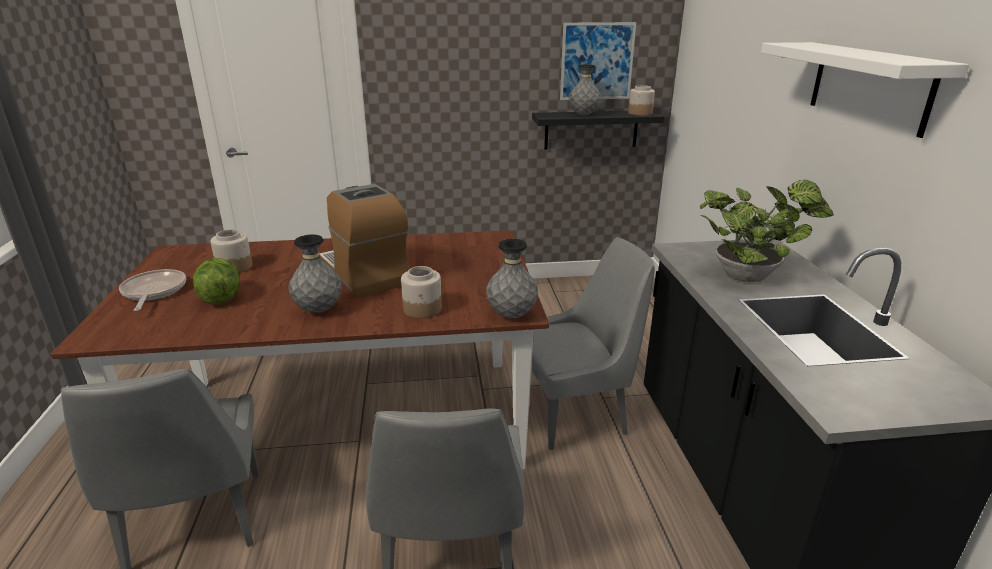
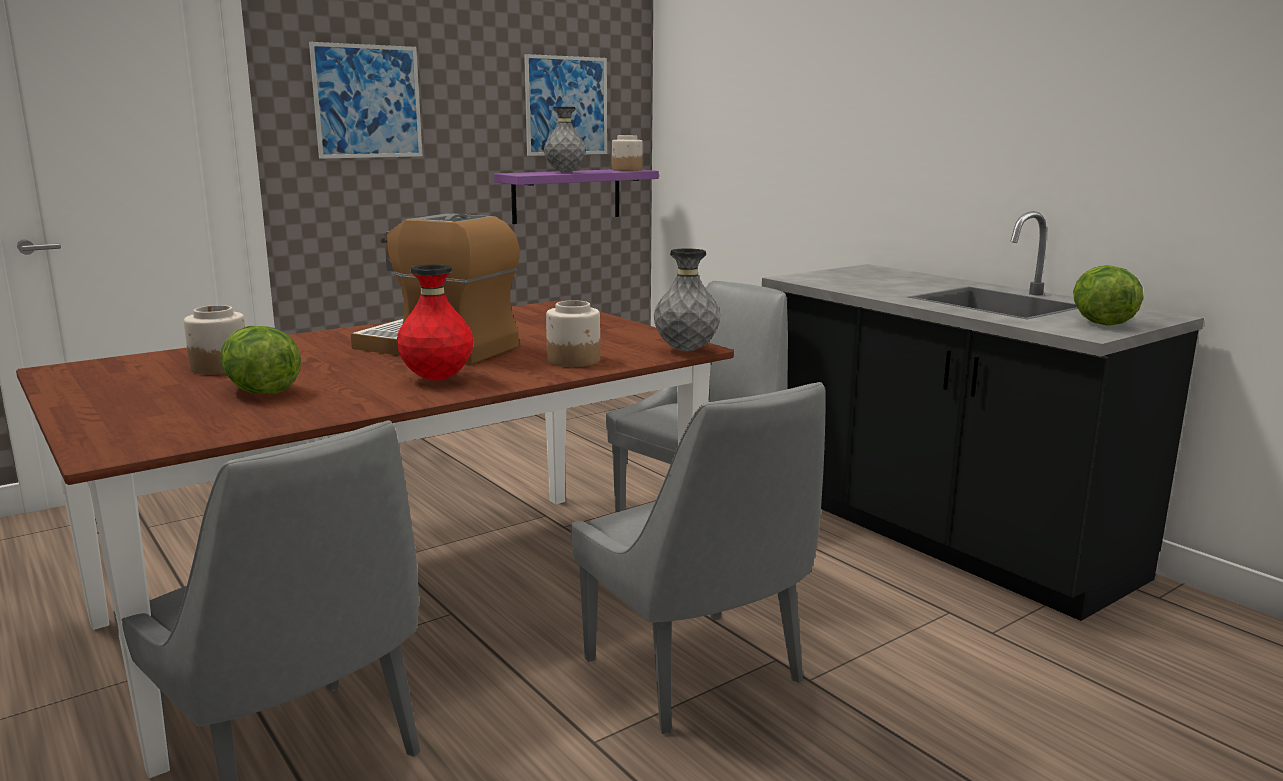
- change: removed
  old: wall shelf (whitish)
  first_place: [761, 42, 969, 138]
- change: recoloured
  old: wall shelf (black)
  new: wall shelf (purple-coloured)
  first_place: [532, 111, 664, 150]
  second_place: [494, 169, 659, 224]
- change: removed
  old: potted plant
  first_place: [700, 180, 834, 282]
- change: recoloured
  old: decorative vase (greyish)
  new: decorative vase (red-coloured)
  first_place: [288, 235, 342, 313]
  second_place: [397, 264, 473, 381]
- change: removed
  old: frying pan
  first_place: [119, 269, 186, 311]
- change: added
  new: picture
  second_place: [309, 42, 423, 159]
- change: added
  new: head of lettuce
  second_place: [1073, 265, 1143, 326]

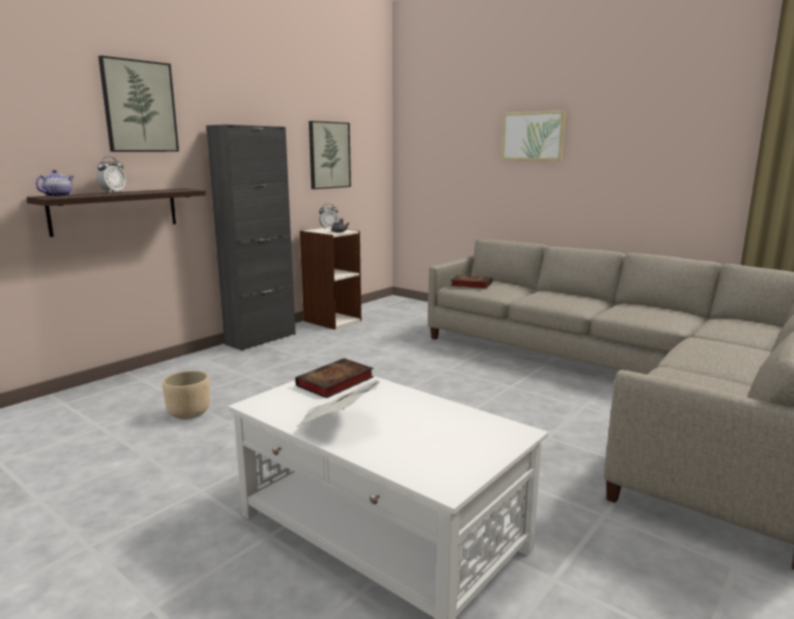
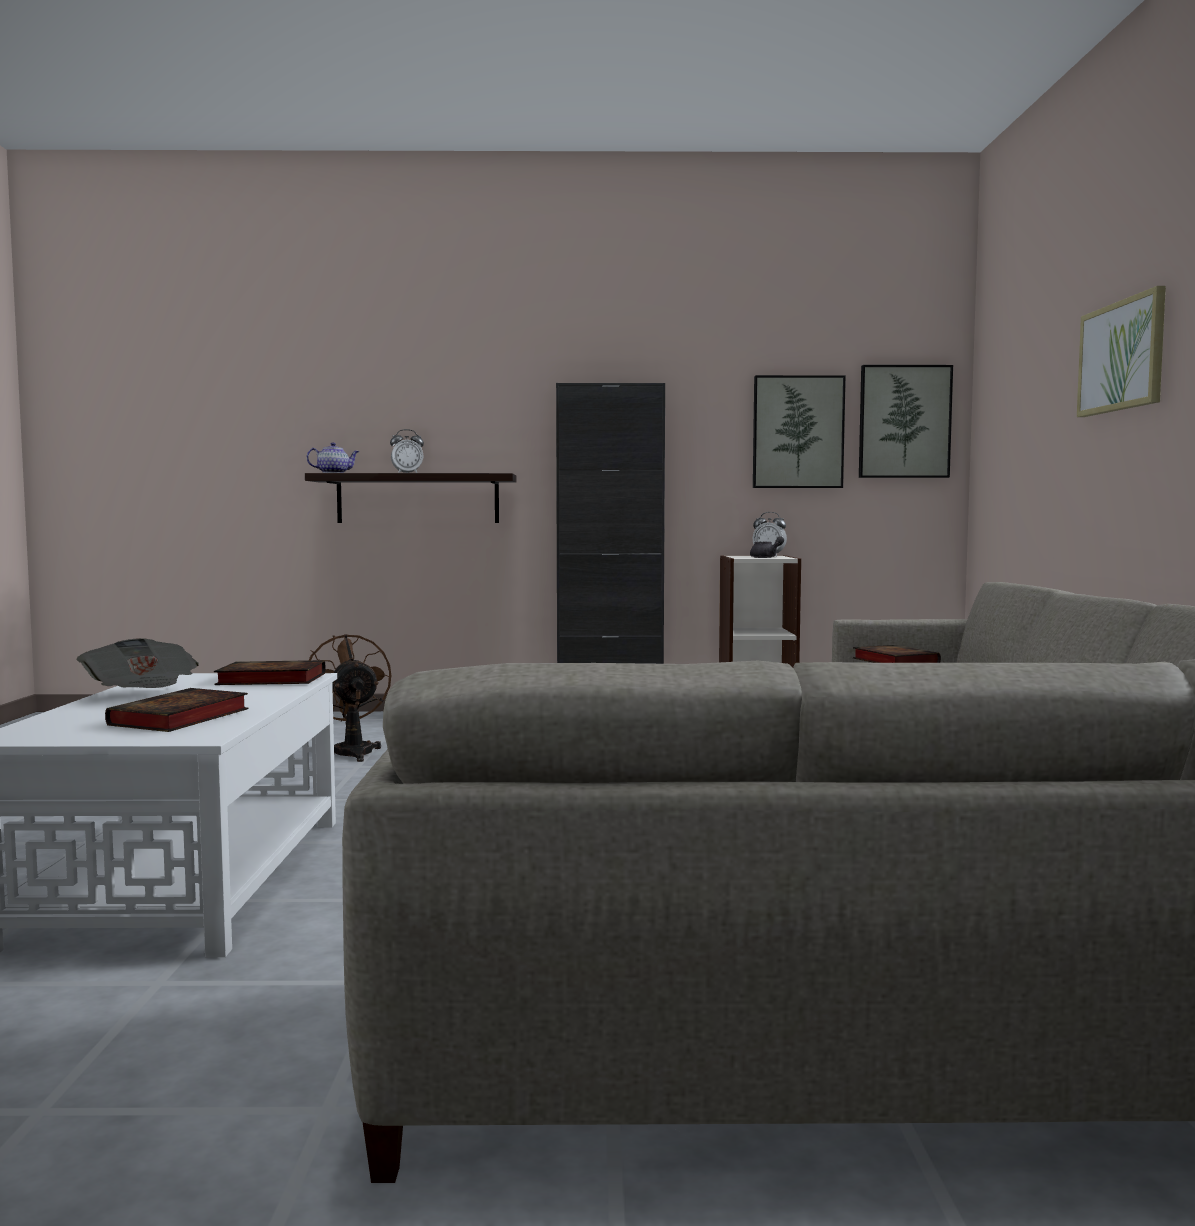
- change: moved
  old: picture
  first_place: [98, 56, 179, 152]
  second_place: [859, 365, 953, 478]
- change: replaced
  old: planter (beige-coloured)
  new: cooling fan (brown-coloured)
  first_place: [162, 370, 210, 419]
  second_place: [309, 634, 391, 762]
- change: added
  new: book
  second_place: [105, 688, 248, 732]

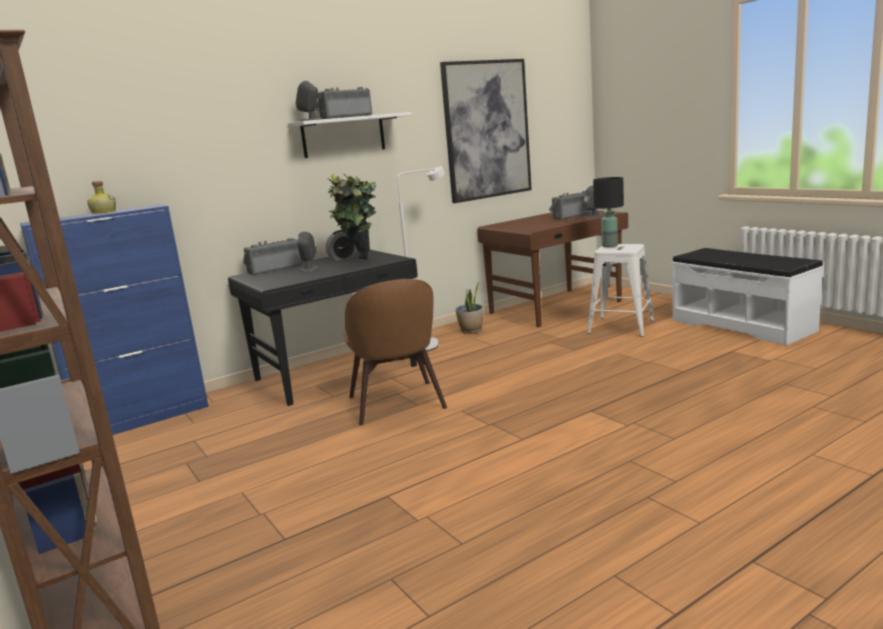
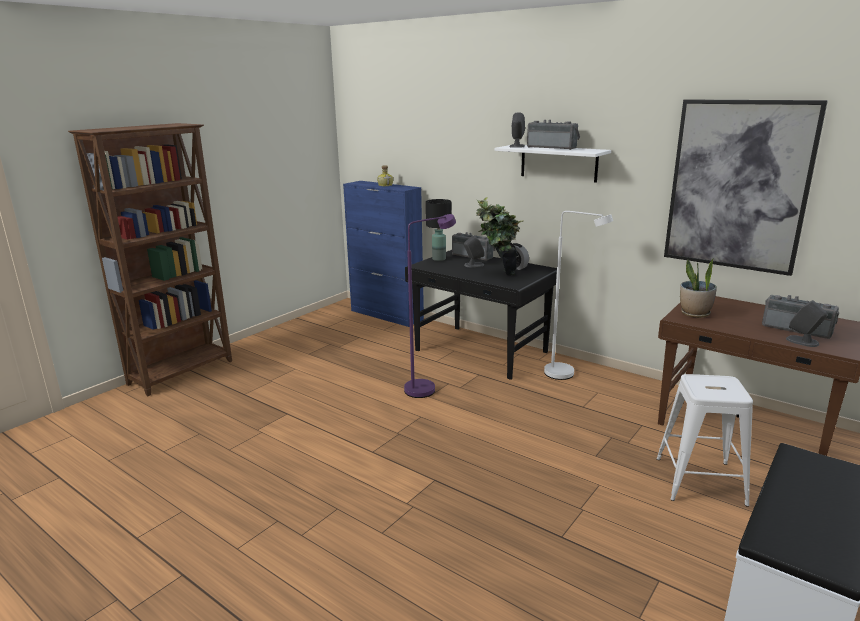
- change: moved
  old: table lamp (black)
  first_place: [593, 177, 624, 247]
  second_place: [426, 199, 451, 261]
- change: replaced
  old: upright chair (brown-coloured)
  new: floor lamp (purple-coloured)
  first_place: [343, 279, 447, 425]
  second_place: [404, 214, 456, 398]
- change: moved
  old: potted plant
  first_place: [456, 281, 483, 334]
  second_place: [680, 258, 717, 318]

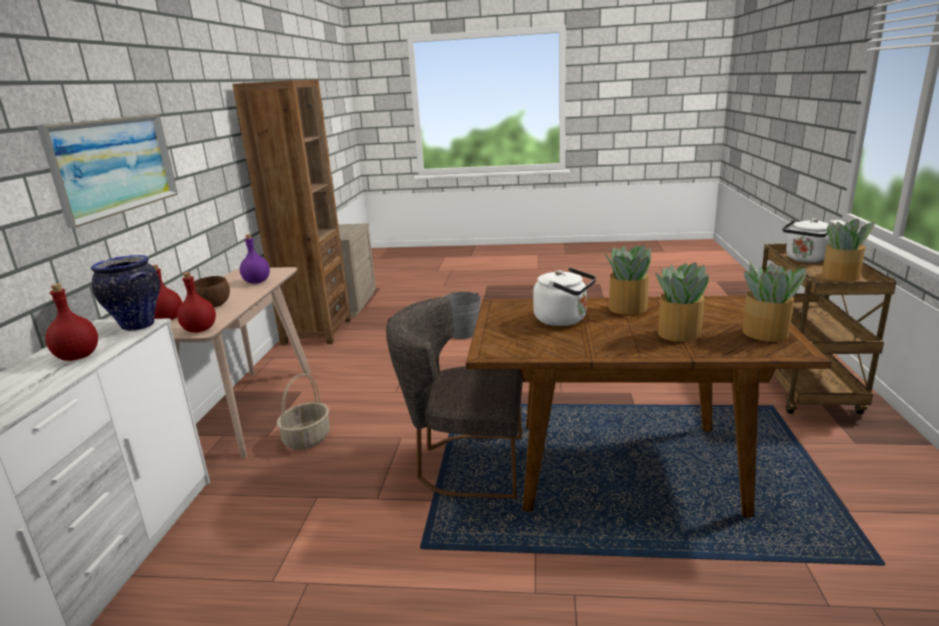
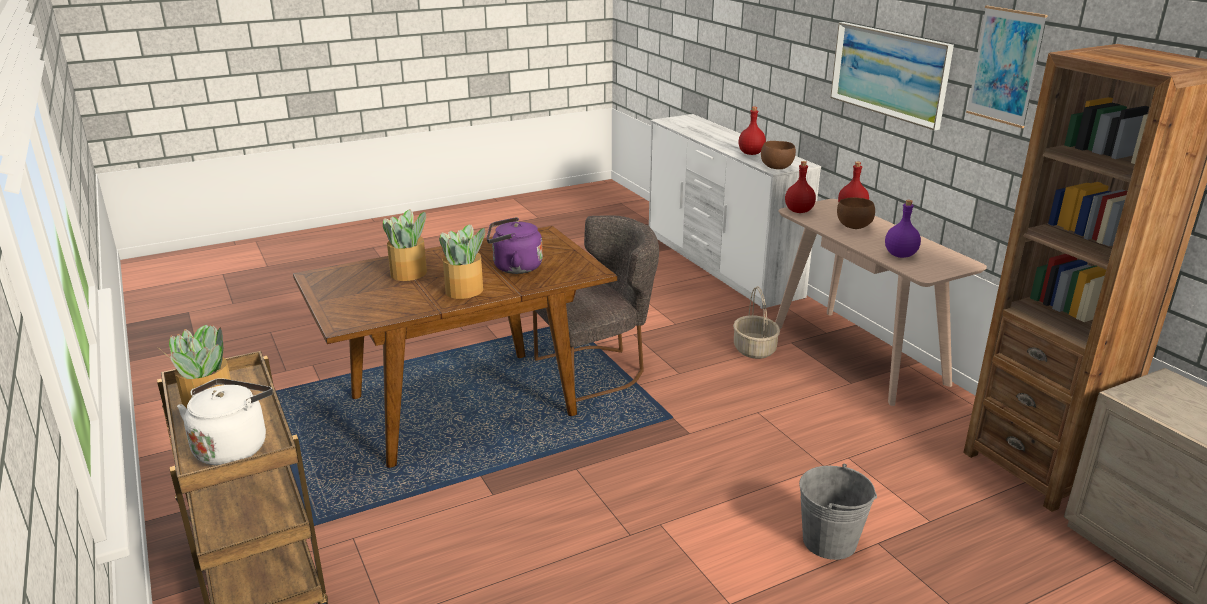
- change: replaced
  old: decorative vase
  new: serving bowl (brown-coloured)
  first_place: [91, 255, 160, 331]
  second_place: [761, 141, 796, 169]
- change: removed
  old: potted plant
  first_place: [743, 262, 806, 342]
- change: recoloured
  old: water kettle (whitish)
  new: water kettle (purple-coloured)
  first_place: [533, 268, 596, 326]
  second_place: [487, 217, 543, 274]
- change: added
  new: picture
  second_place: [966, 6, 1048, 128]

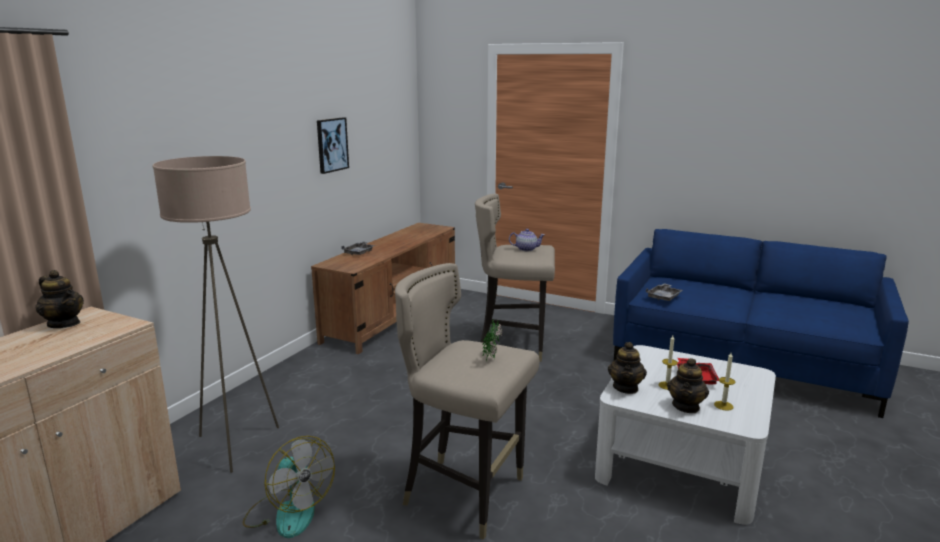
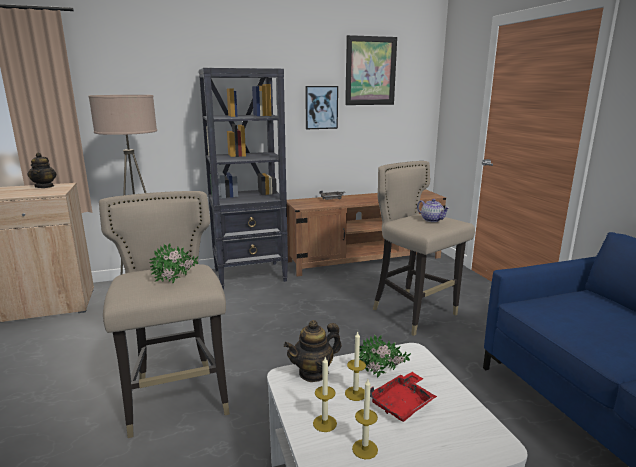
- change: removed
  old: tray (greyish)
  first_place: [646, 283, 683, 301]
- change: replaced
  old: pot for tea
  new: wax candle
  first_place: [667, 358, 709, 413]
  second_place: [313, 356, 337, 432]
- change: removed
  old: cooling fan
  first_place: [243, 436, 335, 538]
- change: added
  new: picture
  second_place: [345, 35, 397, 105]
- change: added
  new: bookcase (black)
  second_place: [199, 68, 288, 290]
- change: added
  new: potted plant
  second_place: [359, 334, 411, 377]

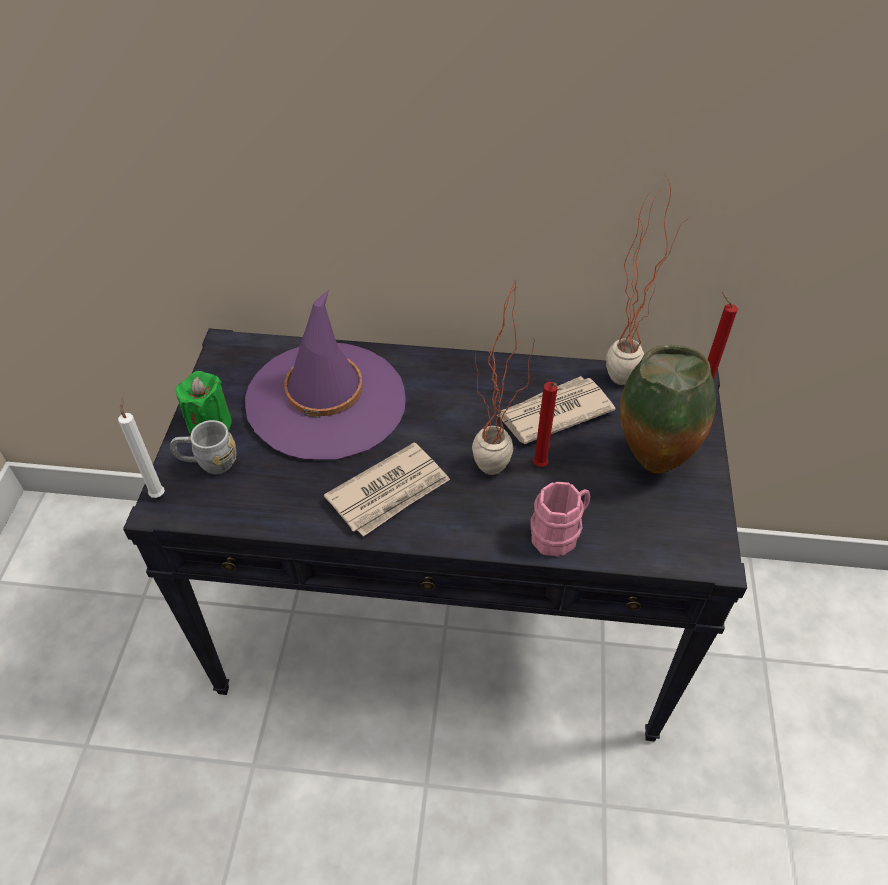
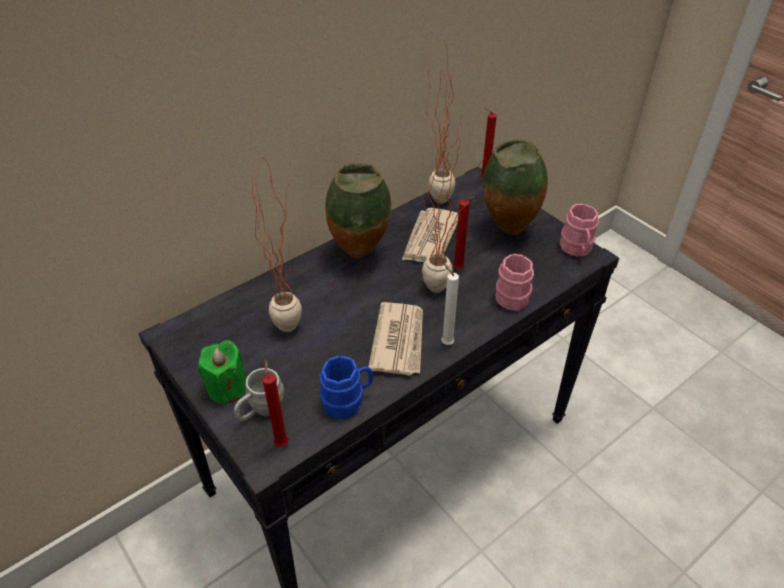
- change: replaced
  old: clothing hat (purple-coloured)
  new: potted plant
  first_place: [245, 290, 406, 460]
  second_place: [249, 154, 302, 332]
- change: moved
  old: wax candle (whitish)
  first_place: [118, 397, 165, 498]
  second_place: [441, 263, 459, 345]
- change: added
  new: decorative vase
  second_place: [326, 163, 391, 258]
- change: added
  new: tea mug (pinkish)
  second_place: [560, 204, 599, 257]
- change: added
  new: tea mug (bluish)
  second_place: [319, 356, 374, 419]
- change: added
  new: wax candle (red-coloured)
  second_place: [262, 360, 288, 447]

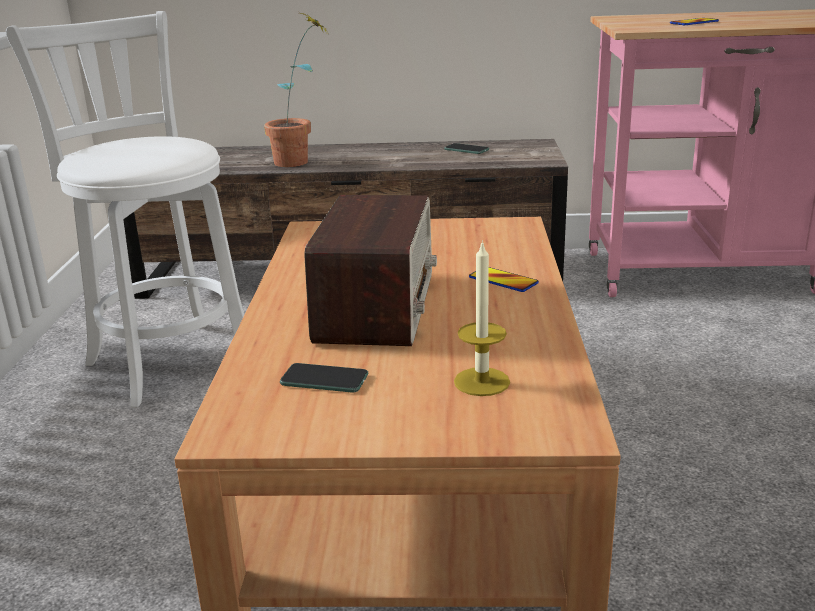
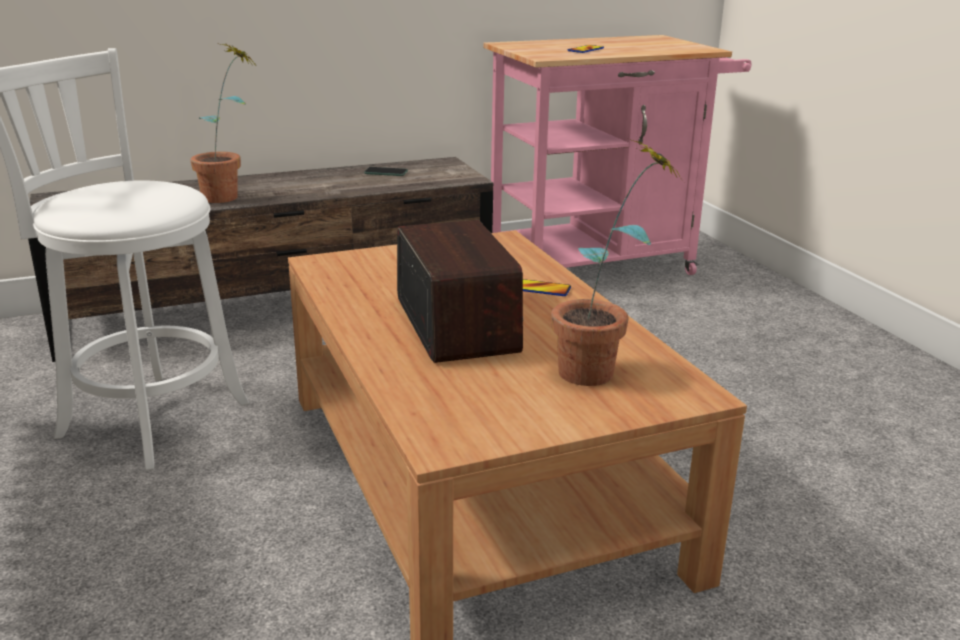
- change: replaced
  old: wax candle
  new: potted plant
  first_place: [454, 240, 510, 396]
  second_place: [551, 139, 682, 386]
- change: removed
  old: handset
  first_place: [280, 363, 368, 393]

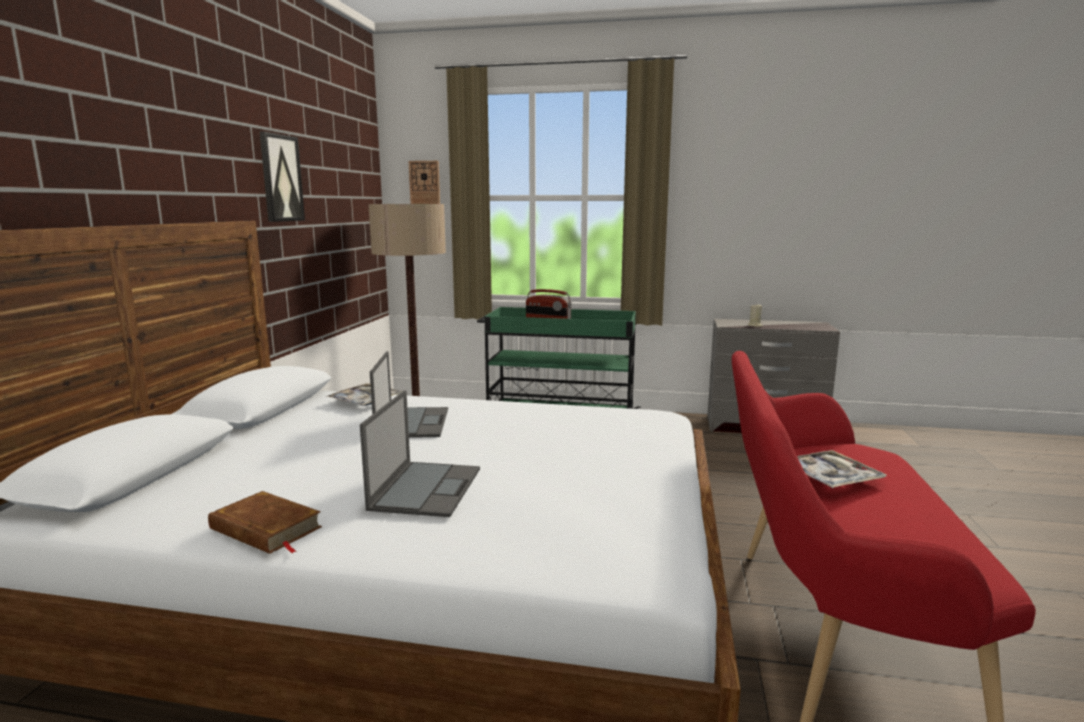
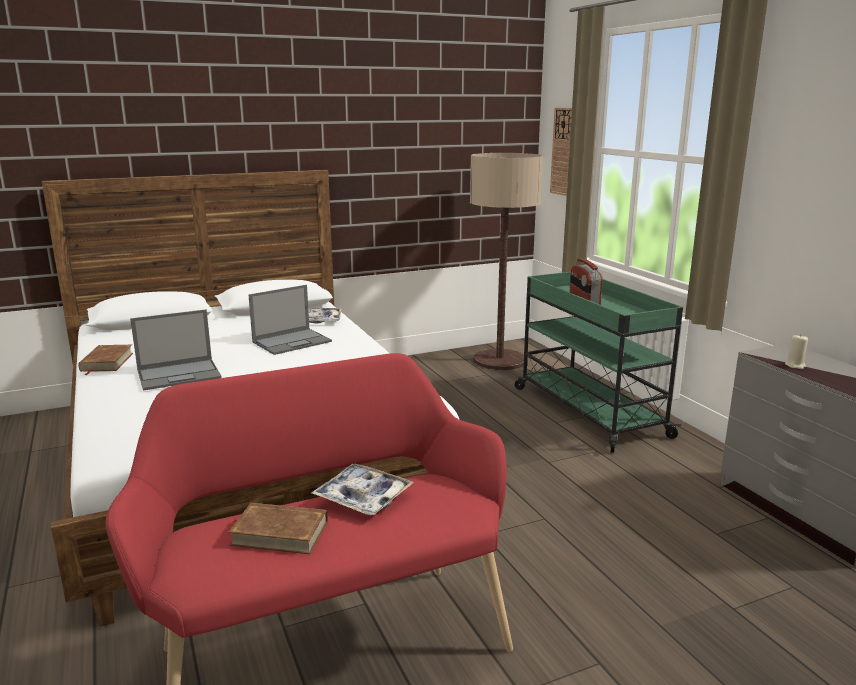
- change: removed
  old: picture
  first_place: [259, 131, 305, 222]
- change: added
  new: book (brown-coloured)
  second_place: [228, 503, 328, 554]

